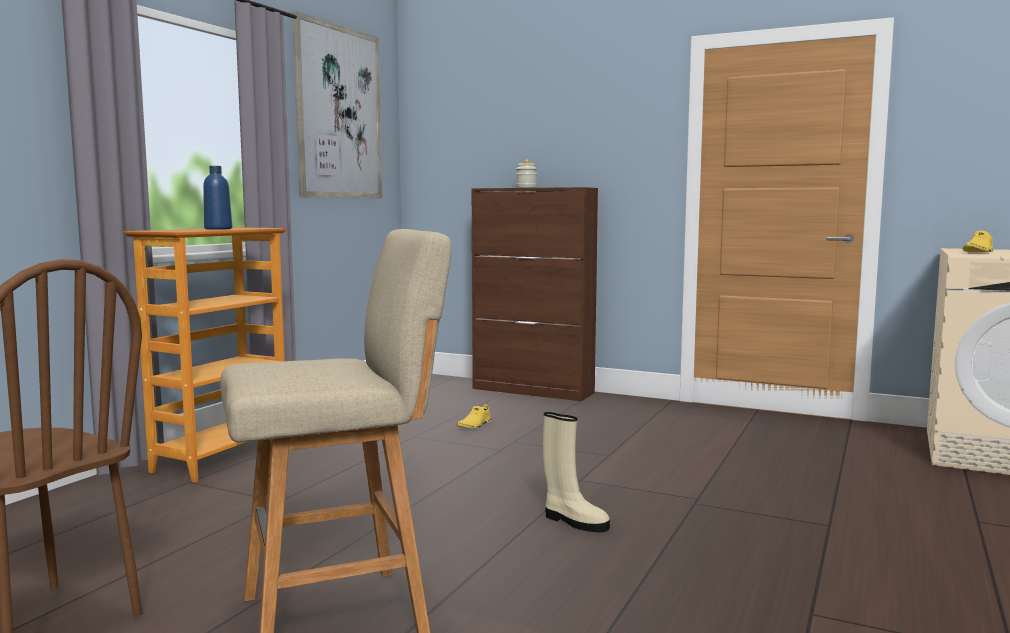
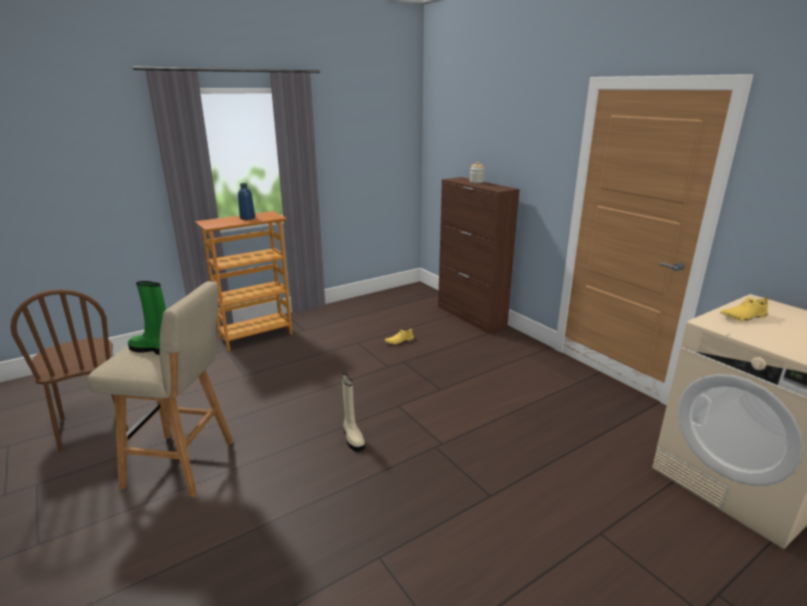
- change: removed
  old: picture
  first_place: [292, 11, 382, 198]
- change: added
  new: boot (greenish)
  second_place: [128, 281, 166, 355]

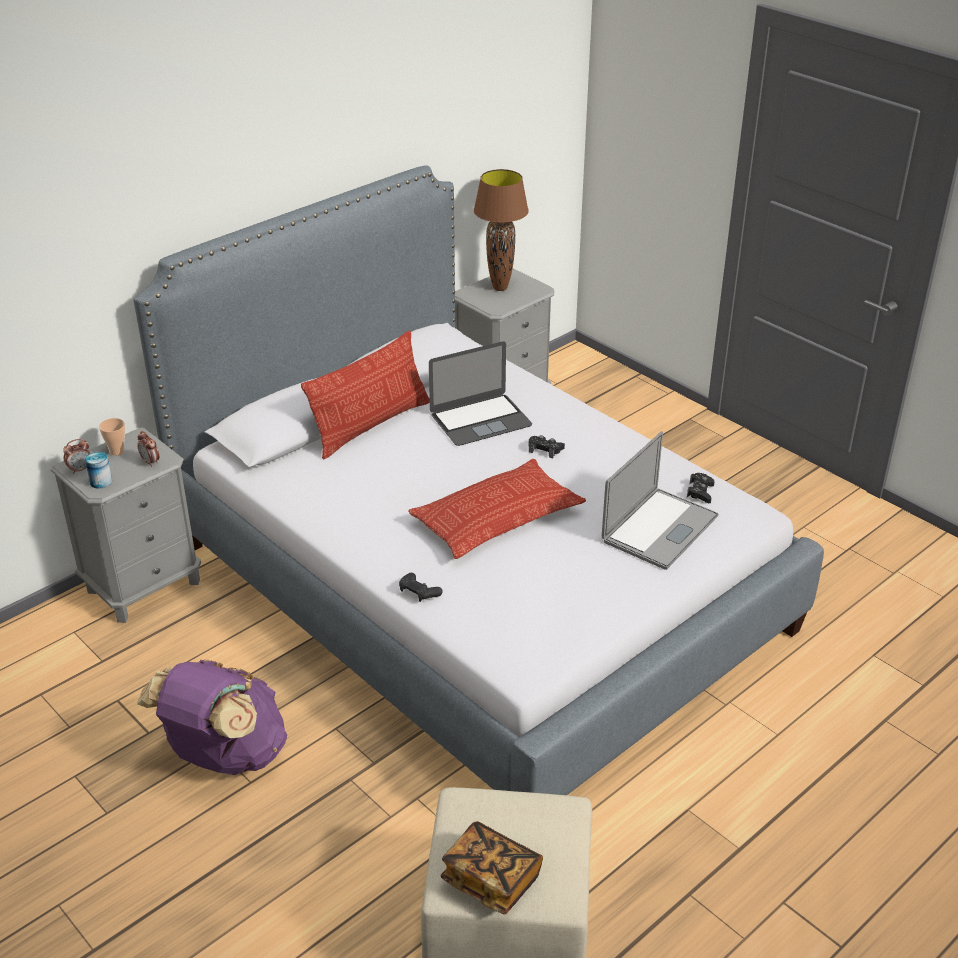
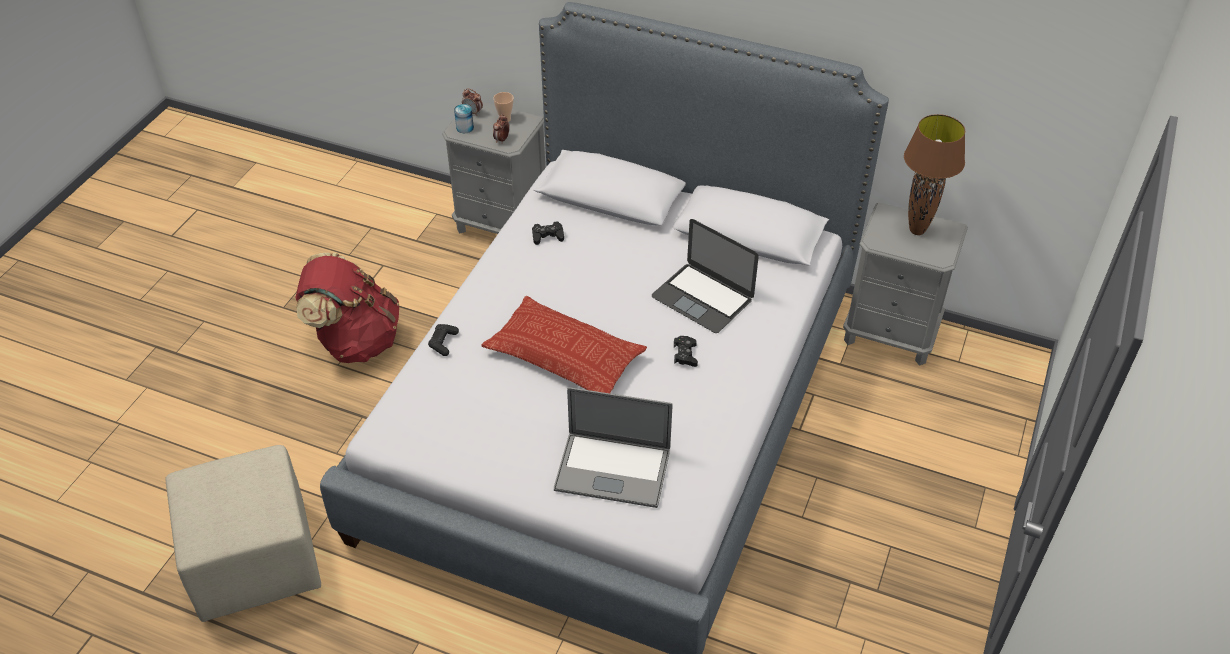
- change: removed
  old: pillow
  first_place: [301, 330, 430, 459]
- change: moved
  old: game controller (black)
  first_place: [687, 473, 715, 503]
  second_place: [532, 221, 564, 245]
- change: recoloured
  old: rucksack (purple-coloured)
  new: rucksack (red-coloured)
  first_place: [137, 659, 287, 775]
  second_place: [295, 253, 399, 363]
- change: removed
  old: book
  first_place: [441, 821, 543, 914]

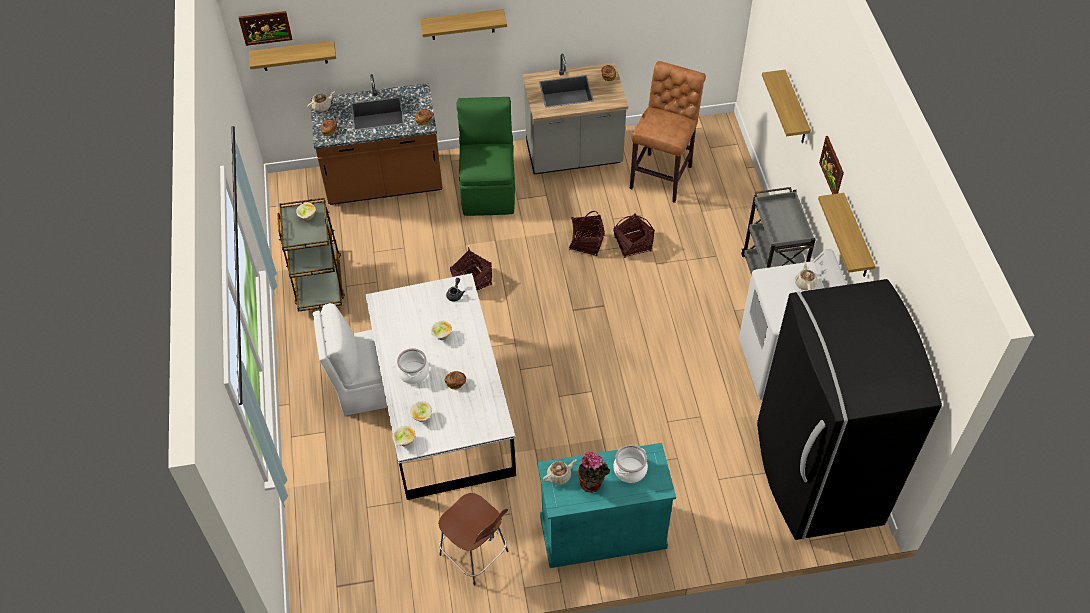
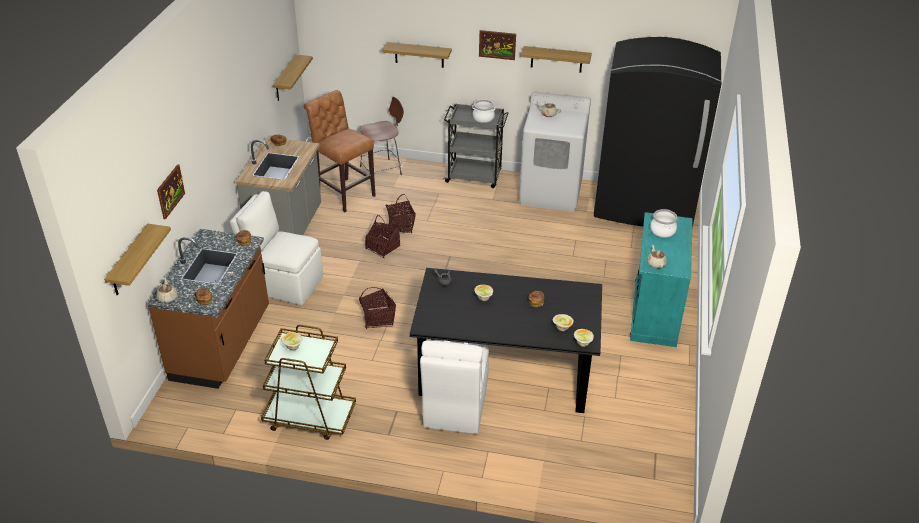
- change: moved
  old: wall shelf
  first_place: [420, 9, 507, 40]
  second_place: [273, 54, 313, 101]
- change: moved
  old: picture
  first_place: [238, 11, 293, 46]
  second_place: [157, 164, 185, 220]
- change: recoloured
  old: upright chair (greenish)
  new: upright chair (whitish)
  first_place: [456, 97, 515, 216]
  second_place: [230, 191, 323, 305]
- change: recoloured
  old: kitchen table (whitish)
  new: kitchen table (black)
  first_place: [365, 273, 516, 500]
  second_place: [409, 268, 602, 413]
- change: moved
  old: cooking pot
  first_place: [397, 348, 429, 384]
  second_place: [472, 100, 495, 123]
- change: removed
  old: potted plant
  first_place: [578, 452, 610, 493]
- change: moved
  old: stool (brown-coloured)
  first_place: [438, 493, 509, 586]
  second_place: [359, 97, 404, 175]

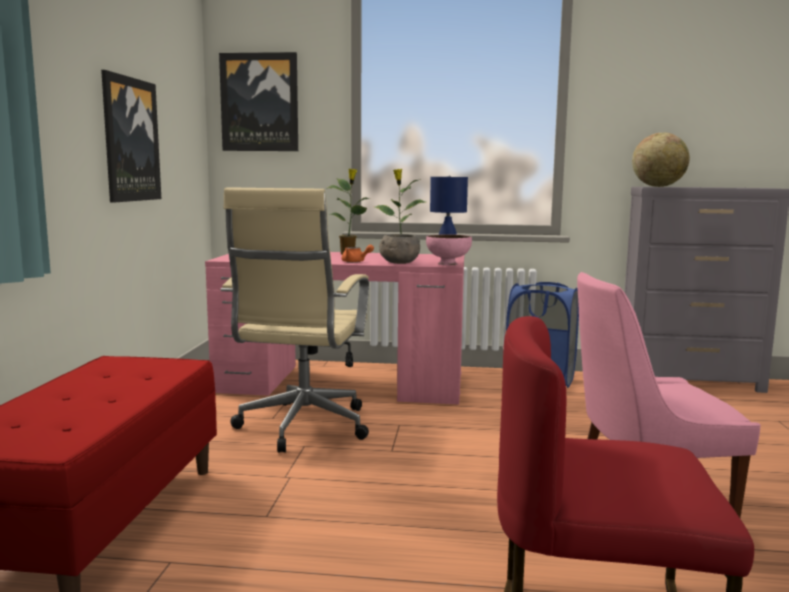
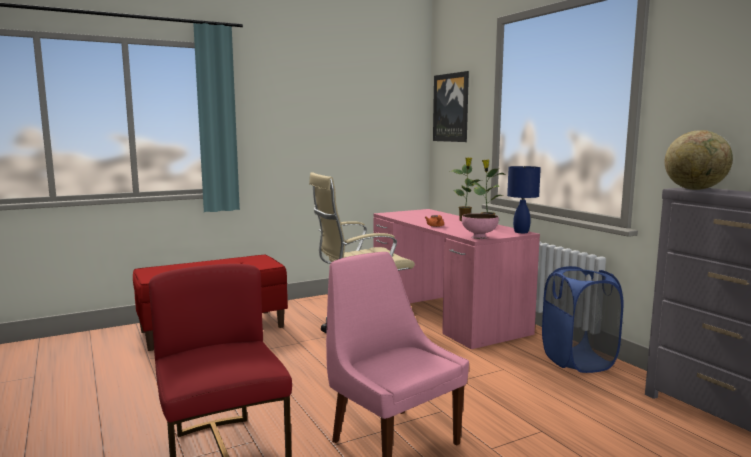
- change: removed
  old: picture
  first_place: [101, 70, 161, 203]
- change: removed
  old: serving bowl (greyish)
  first_place: [379, 234, 420, 264]

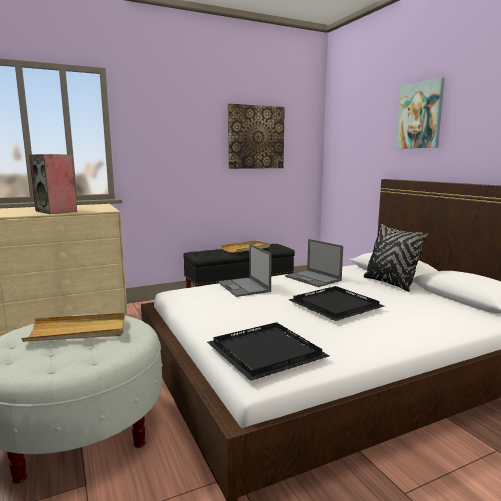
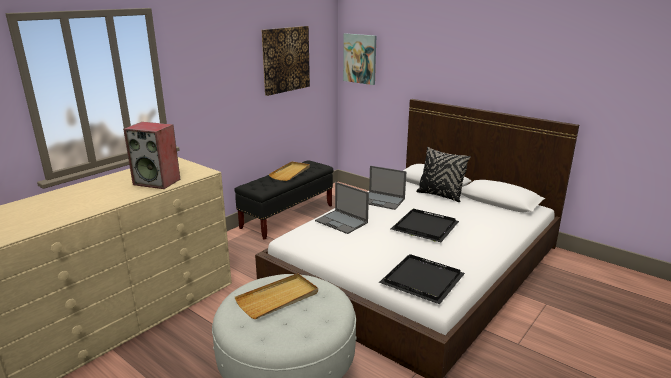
- change: moved
  old: picture
  first_place: [396, 77, 445, 149]
  second_place: [343, 33, 376, 85]

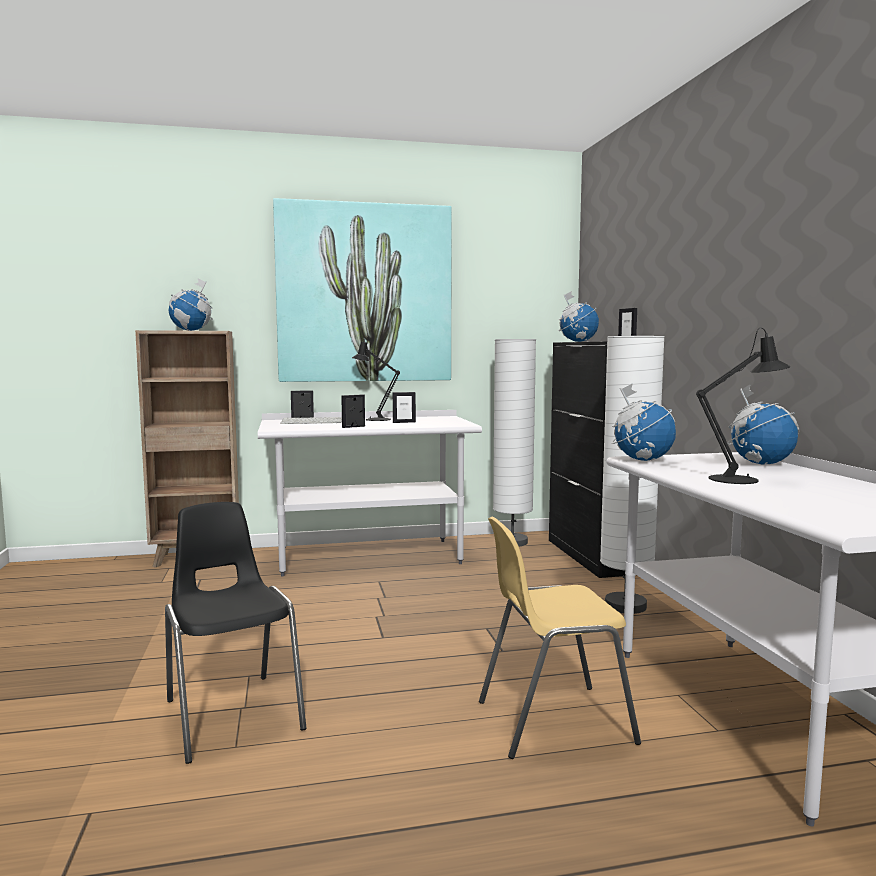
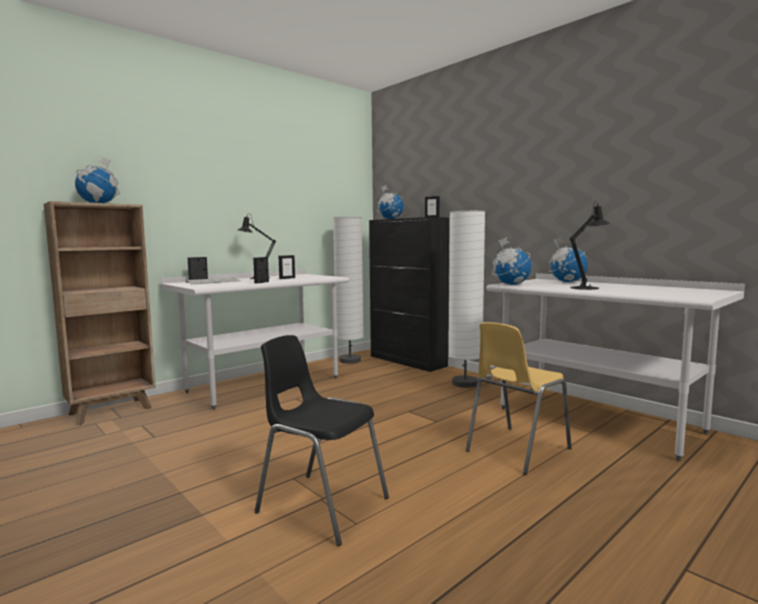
- change: removed
  old: picture
  first_place: [273, 198, 452, 382]

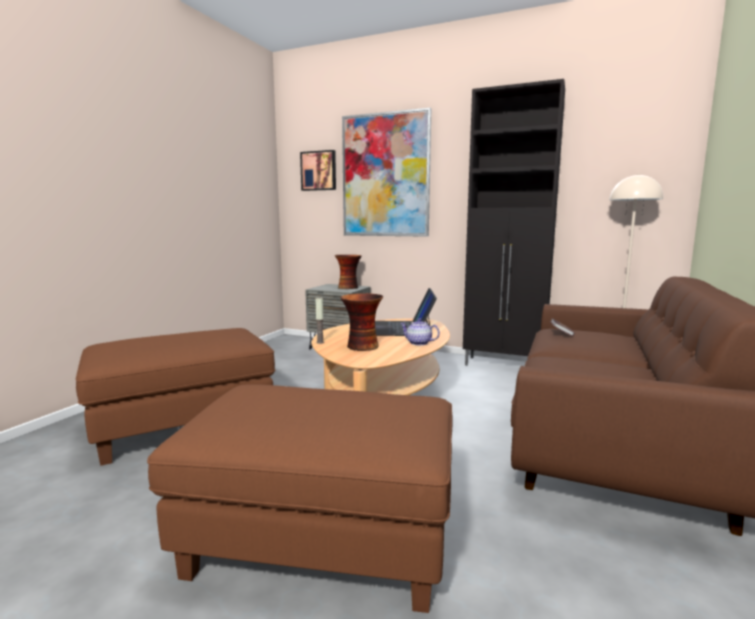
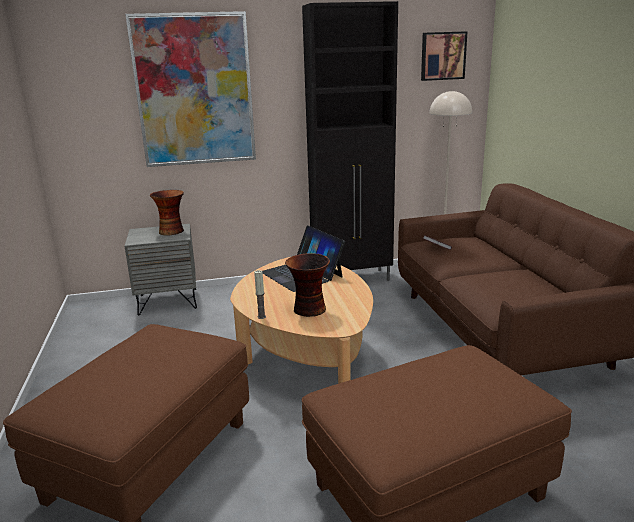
- change: moved
  old: picture
  first_place: [300, 150, 336, 191]
  second_place: [421, 31, 468, 81]
- change: removed
  old: pot for tea
  first_place: [400, 319, 440, 345]

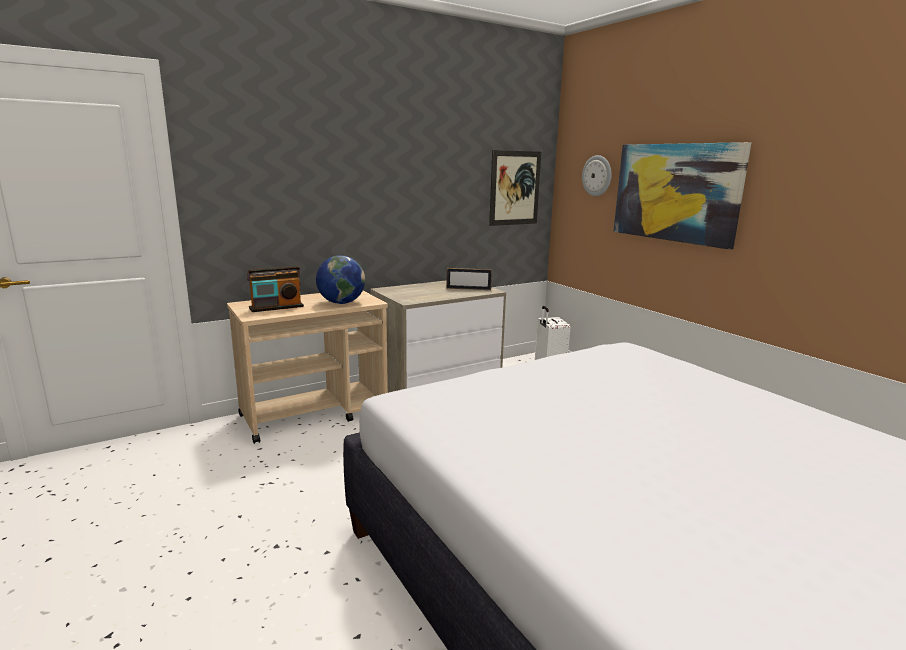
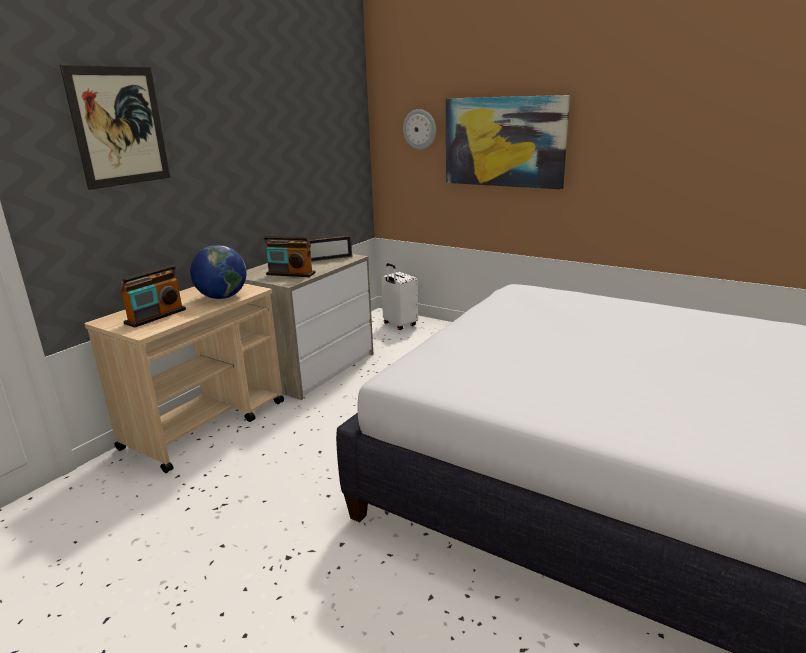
- change: moved
  old: picture
  first_place: [489, 150, 541, 226]
  second_place: [60, 65, 170, 190]
- change: added
  new: radio
  second_place: [264, 236, 316, 277]

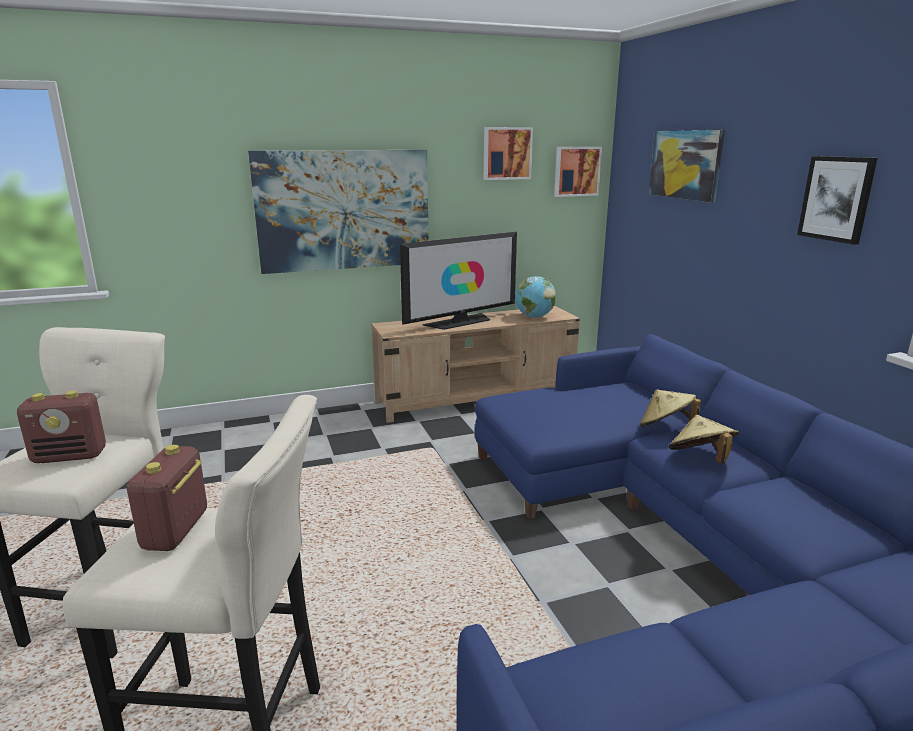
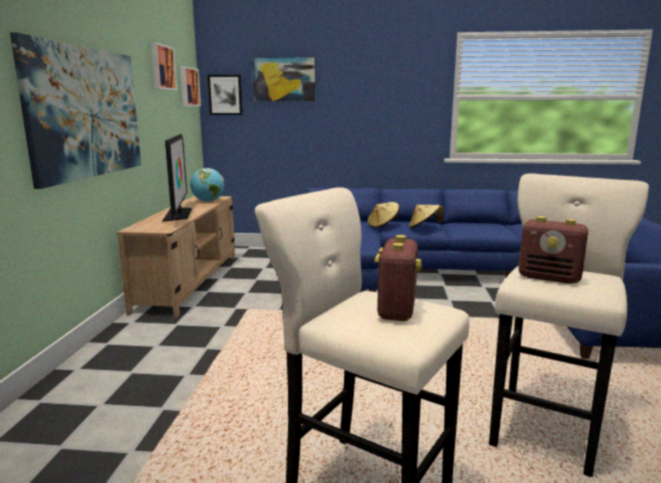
- change: moved
  old: picture
  first_place: [797, 156, 877, 245]
  second_place: [208, 75, 243, 115]

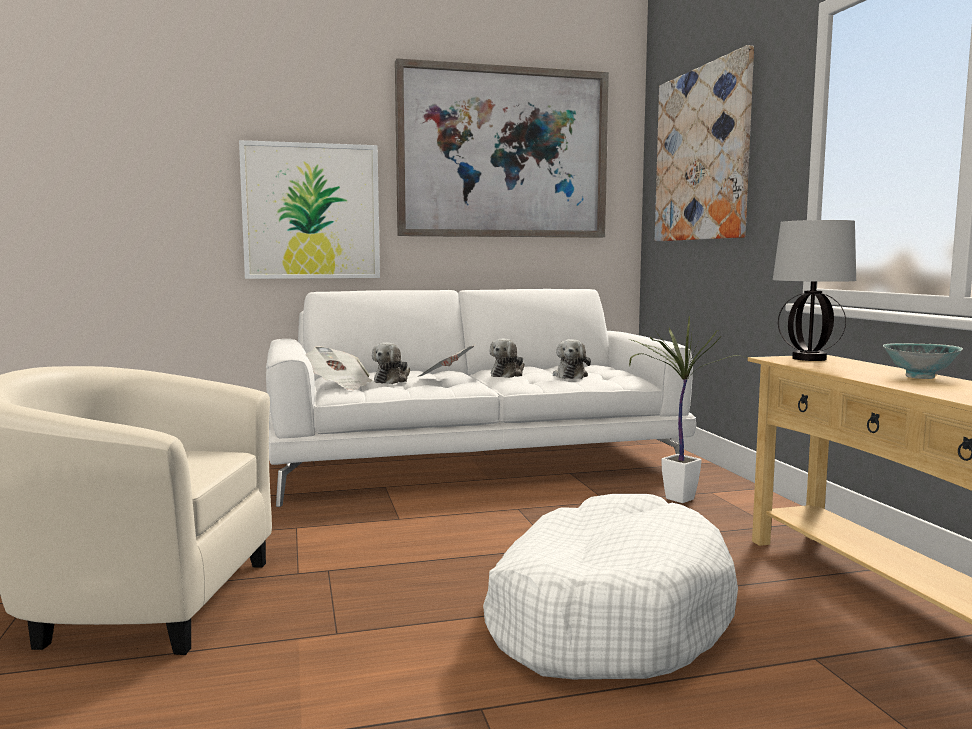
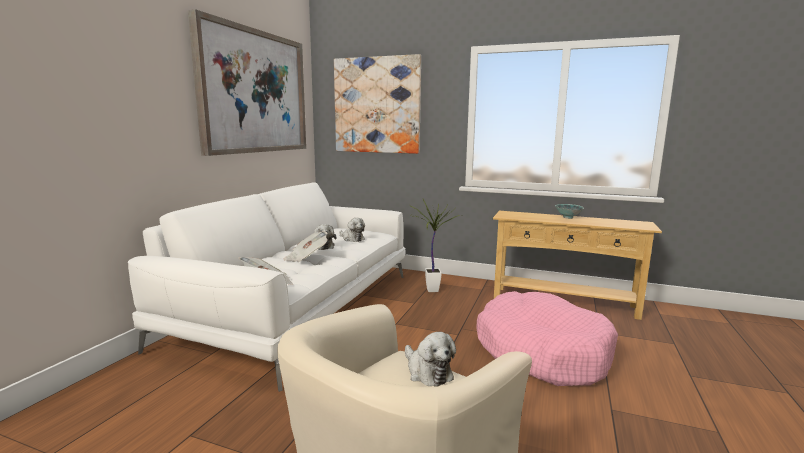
- change: removed
  old: picture
  first_place: [239, 140, 380, 279]
- change: removed
  old: table lamp
  first_place: [773, 220, 856, 361]
- change: moved
  old: cuddly toy
  first_place: [372, 342, 410, 384]
  second_place: [405, 332, 456, 387]
- change: recoloured
  old: dog bed (whitish)
  new: dog bed (pinkish)
  first_place: [483, 494, 738, 679]
  second_place: [477, 291, 618, 386]

